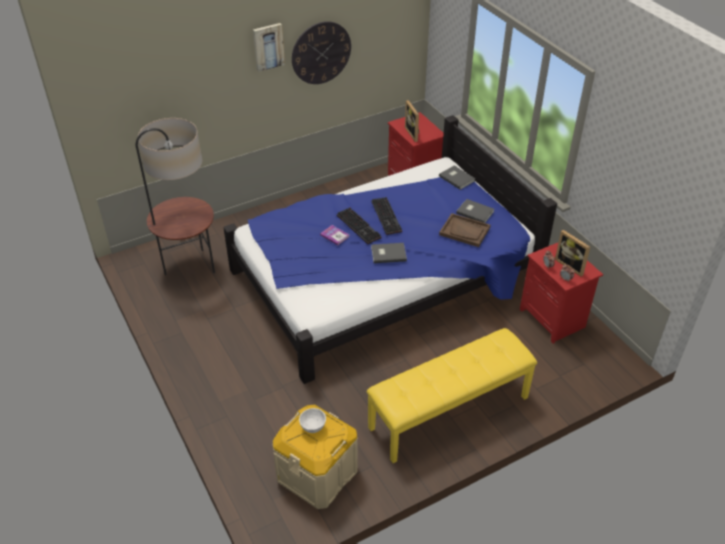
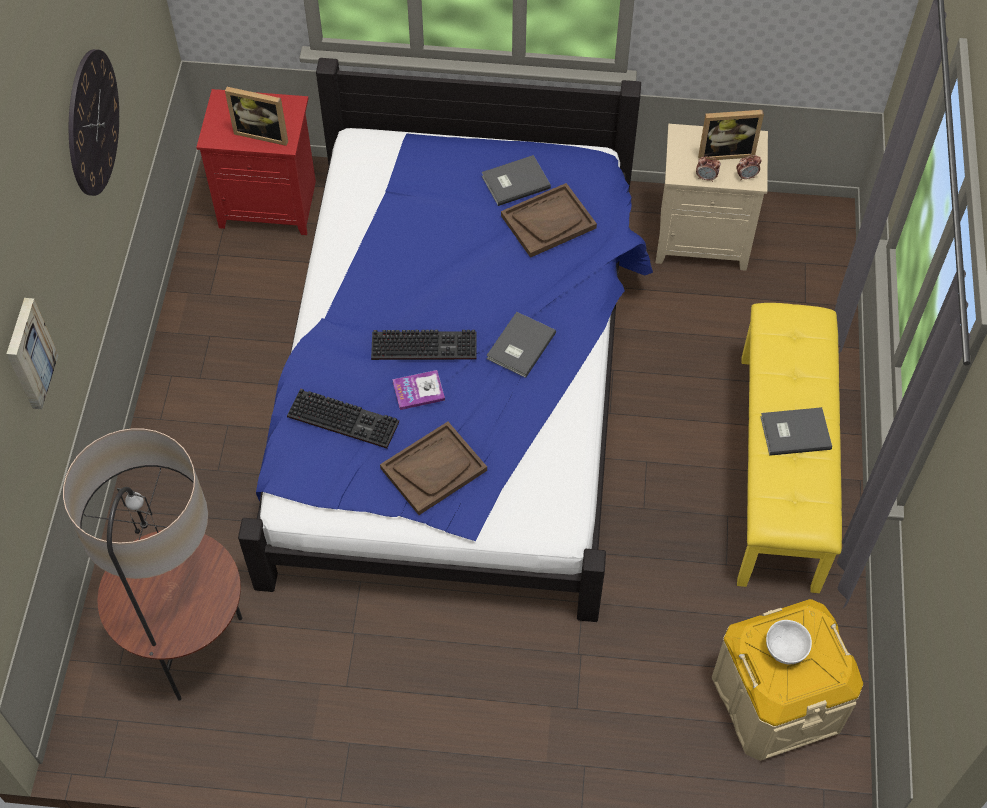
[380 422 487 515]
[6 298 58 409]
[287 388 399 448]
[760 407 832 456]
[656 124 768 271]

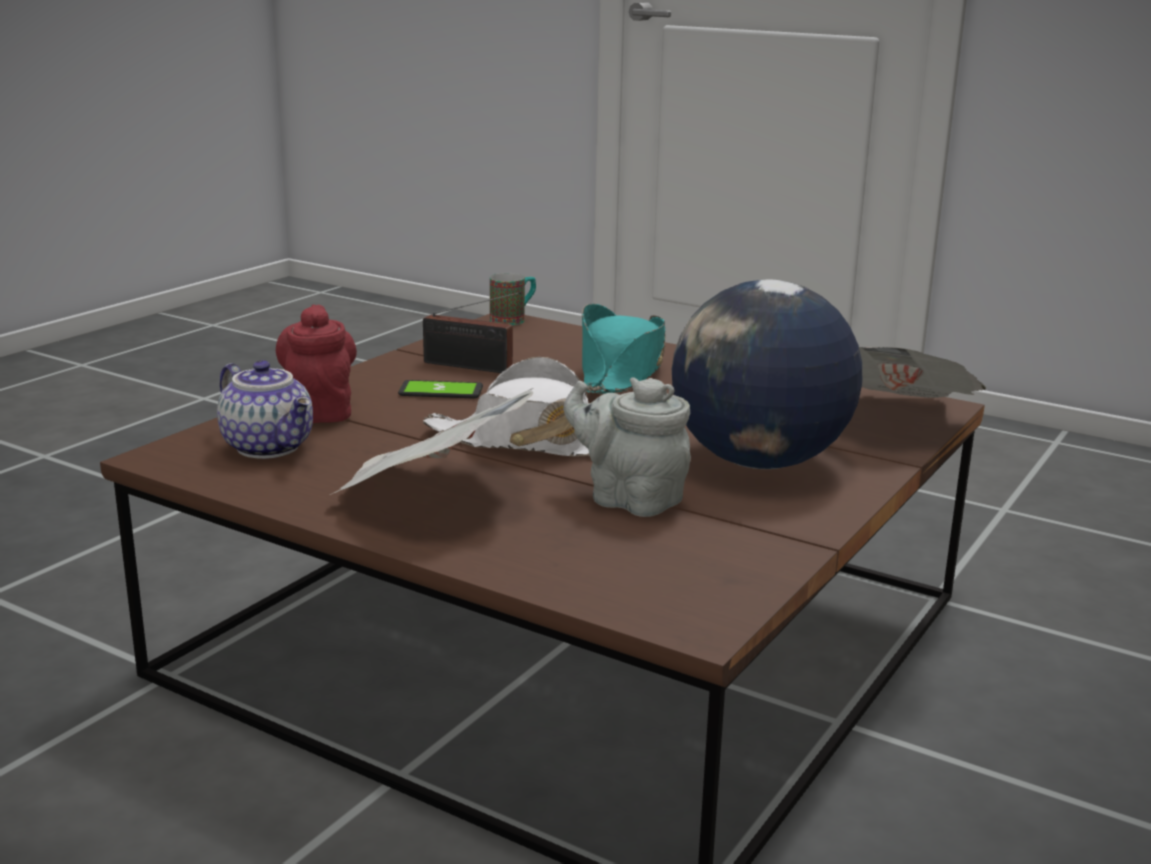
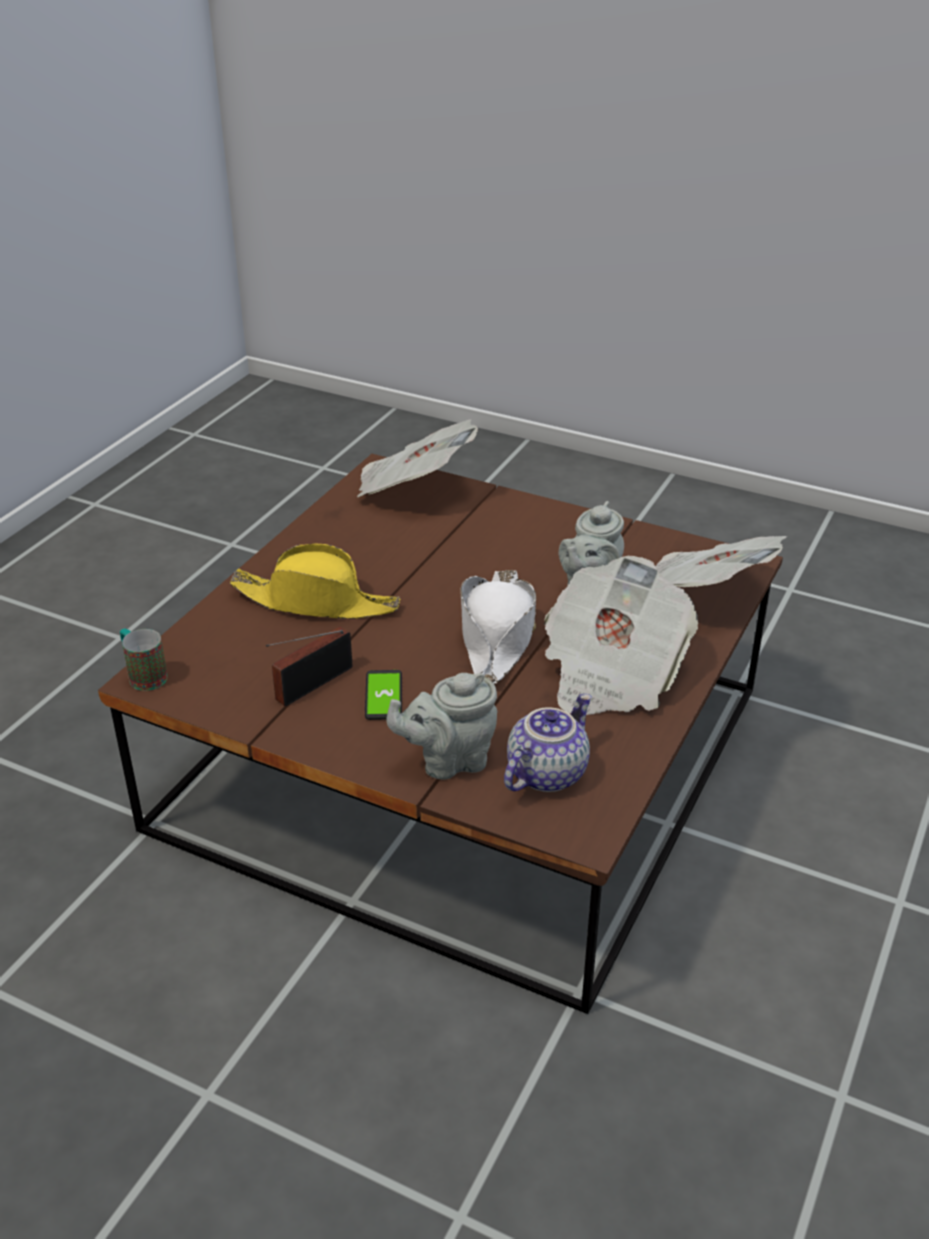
[672 280 862 469] (first image)
[656 536 787 587]
[386 673 498 780]
[229 543 400 619]
[266 627 353 706]

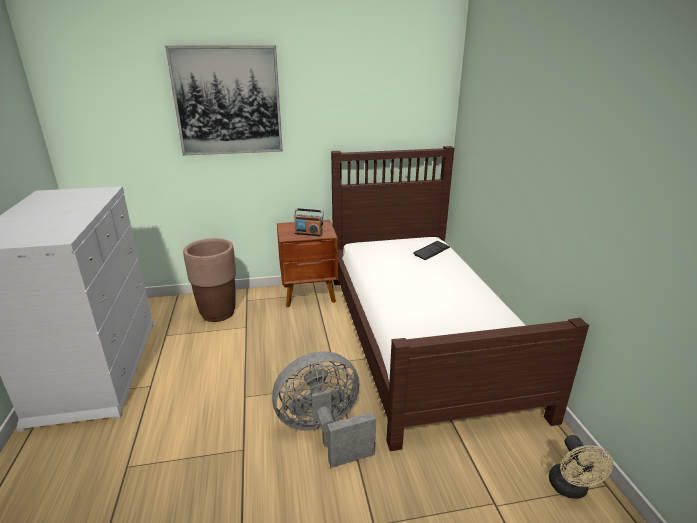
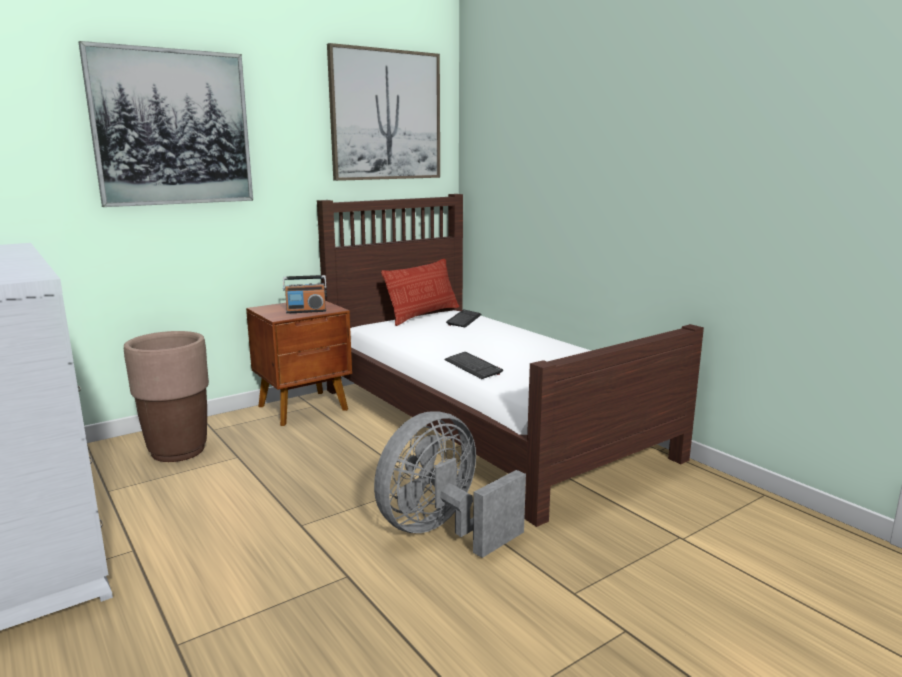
[549 435 613 499] (first image)
[327 43 440 181]
[381 259 459 326]
[444 352 503 379]

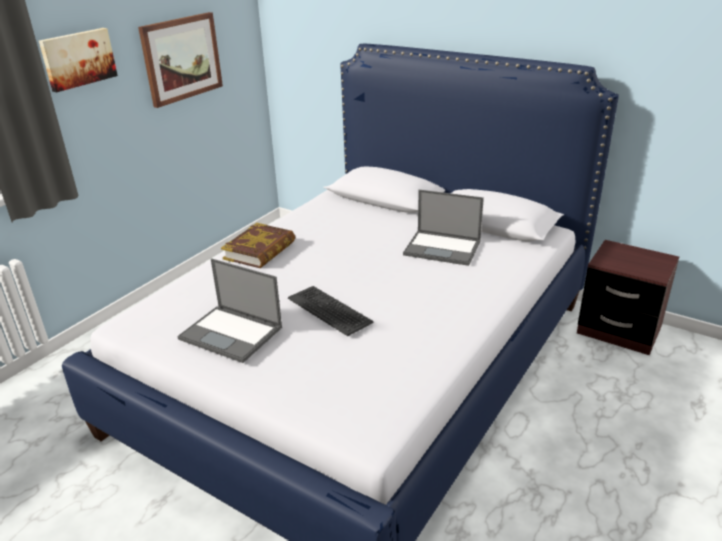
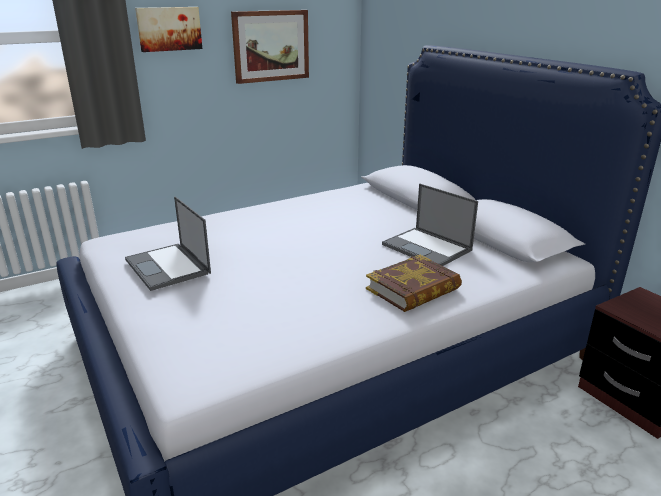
[288 286 373 336] (first image)
[366 255 462 312]

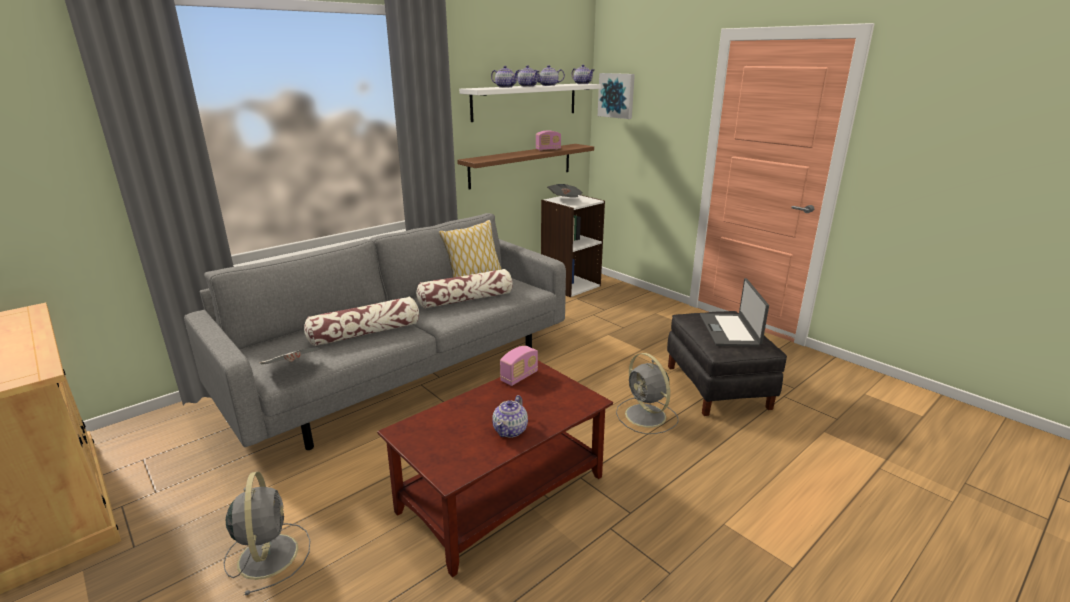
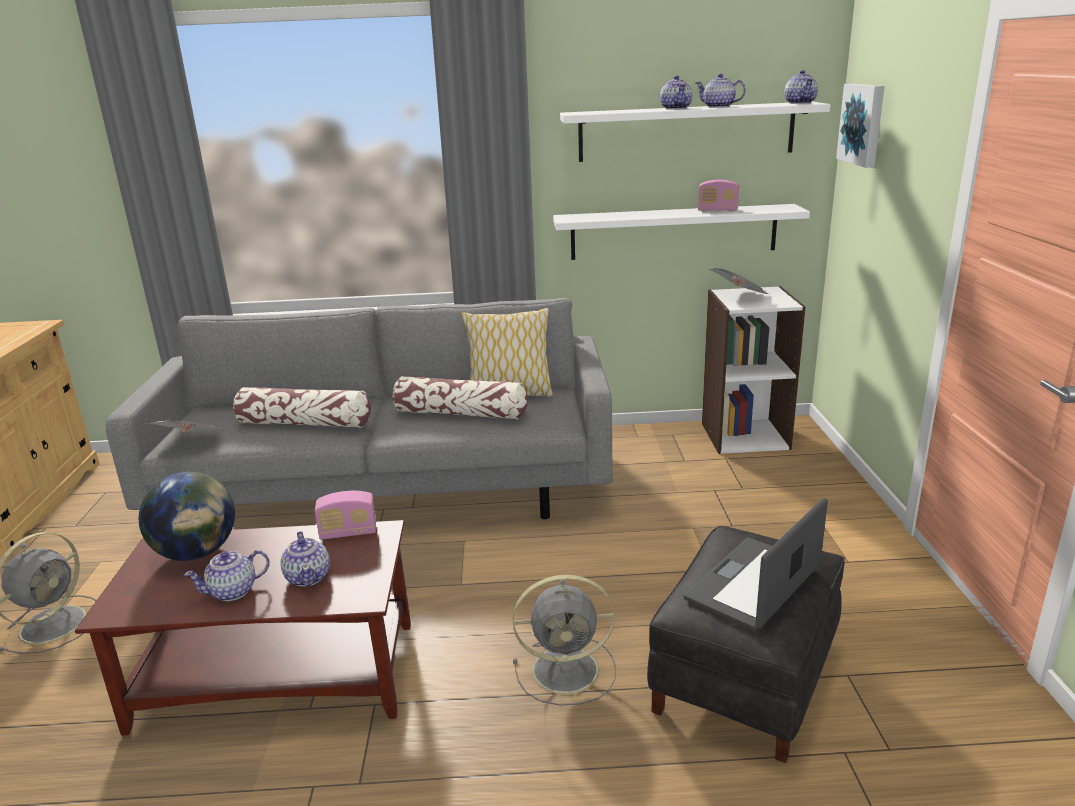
[139 472 235 561]
[280 531 330 587]
[553 204 810 260]
[513 575 616 706]

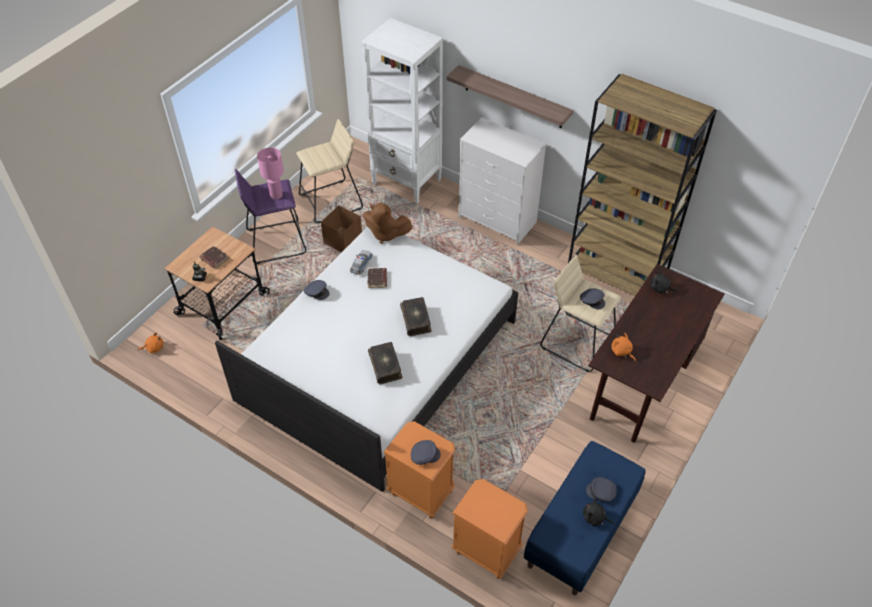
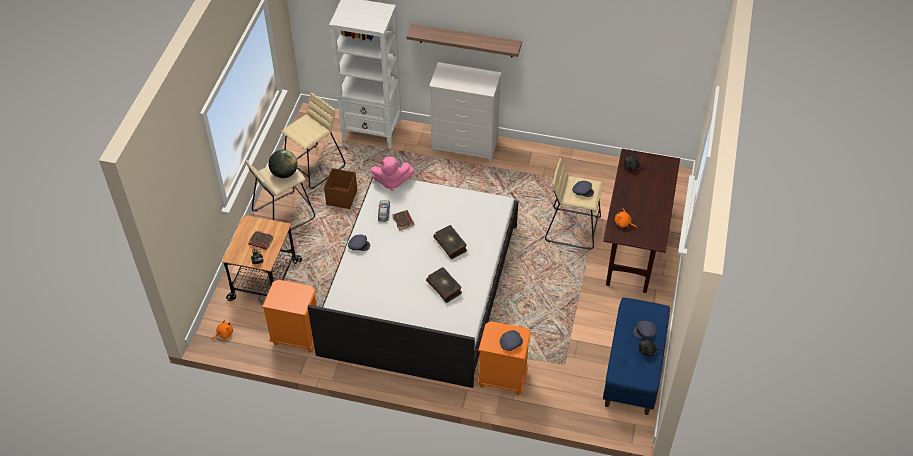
[568 74 717 296] (first image)
[262 280 317 353]
[269 150 298 178]
[245 160 315 231]
[370 157 414 191]

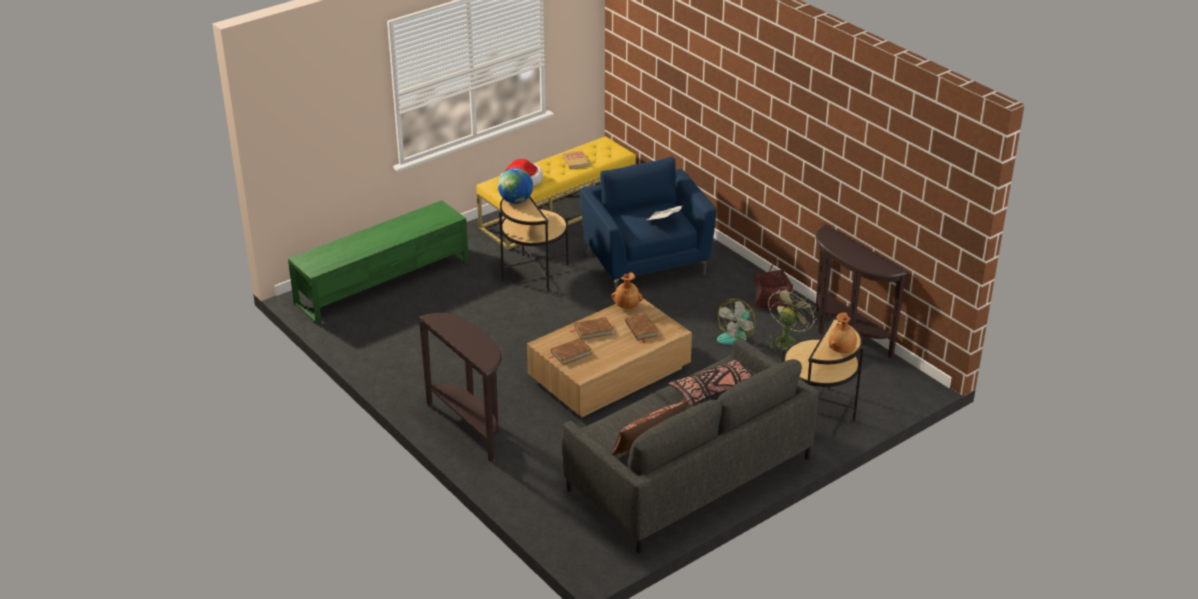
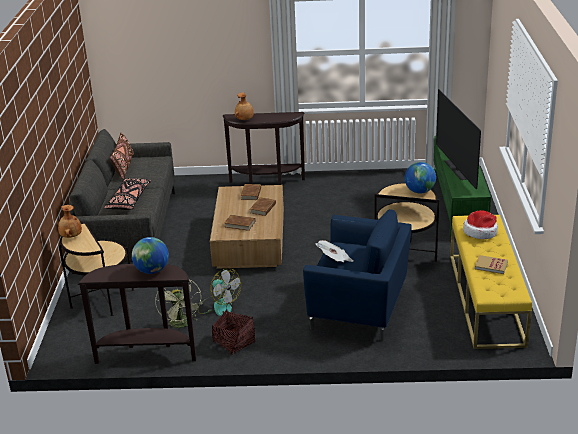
[132 237 169 274]
[436 89 481 189]
[235 92 254 120]
[198 268 241 316]

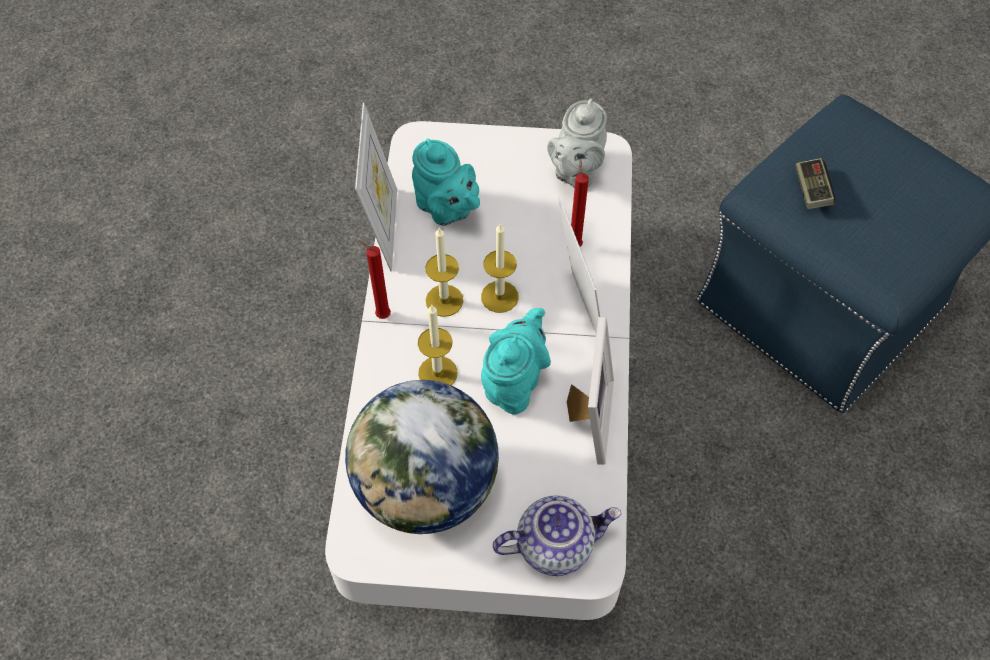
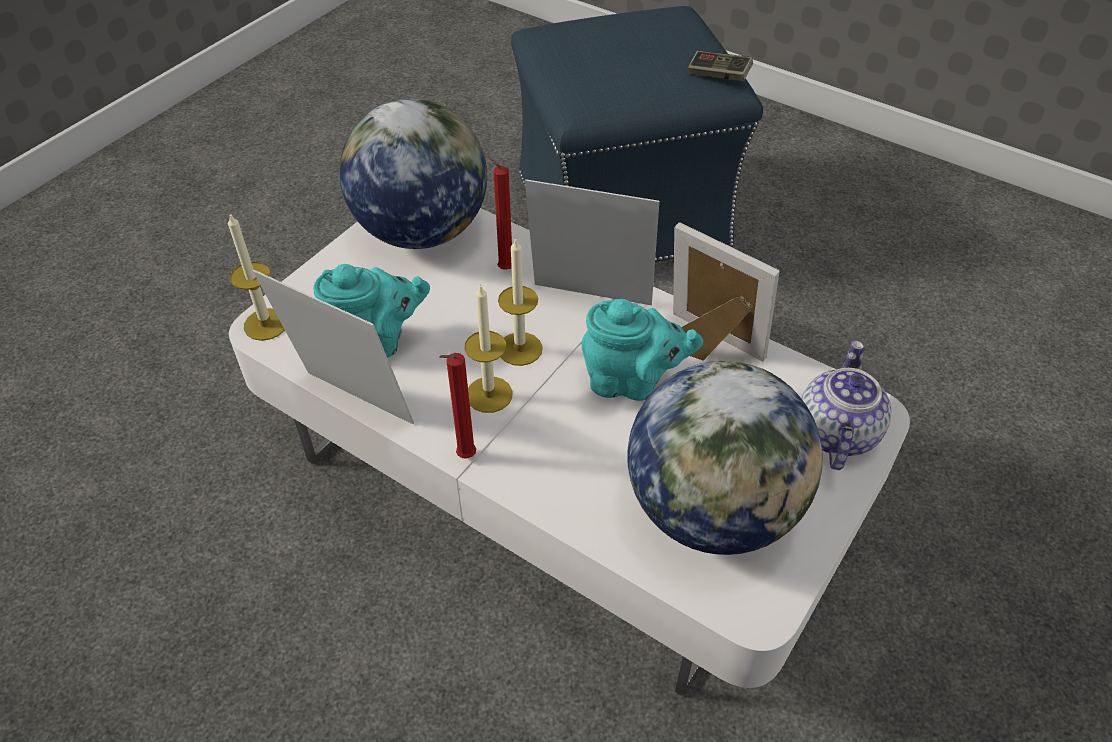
[228 214 285 341]
[688 51 753 81]
[339 99 487 249]
[582 299 703 401]

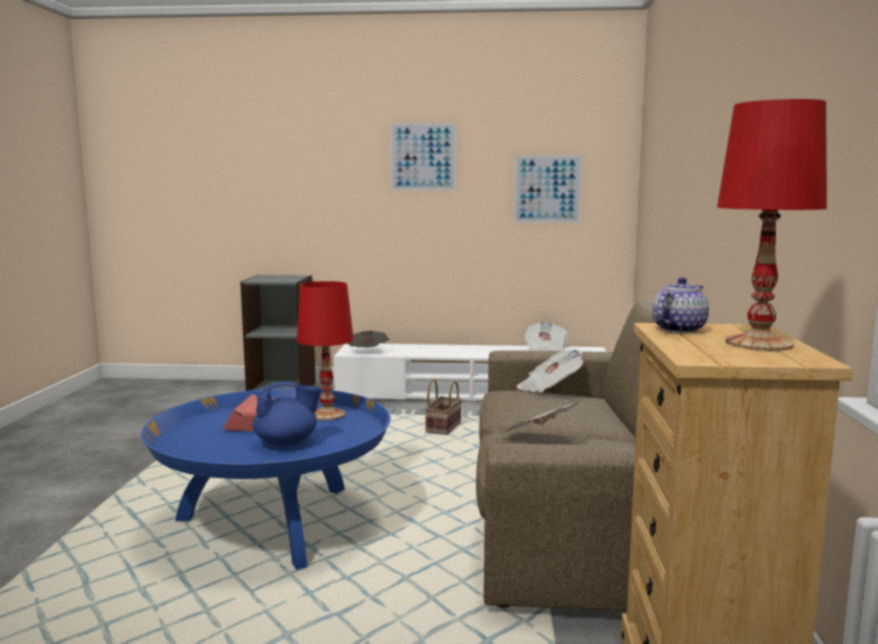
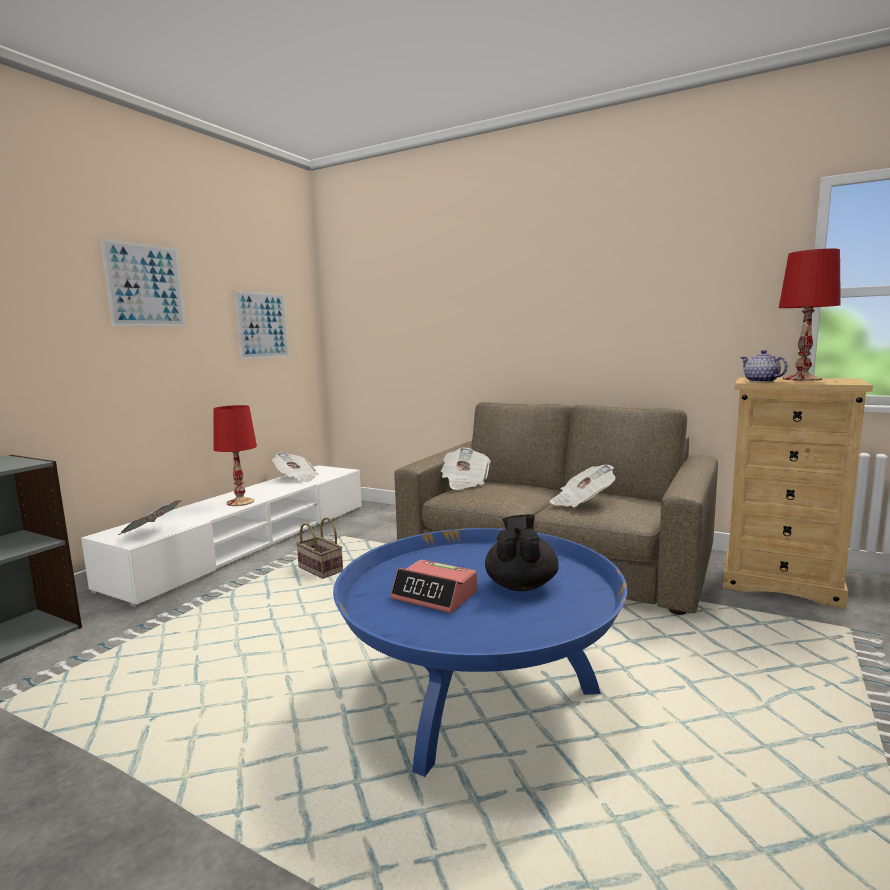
[213 405 257 506]
[485 514 559 591]

